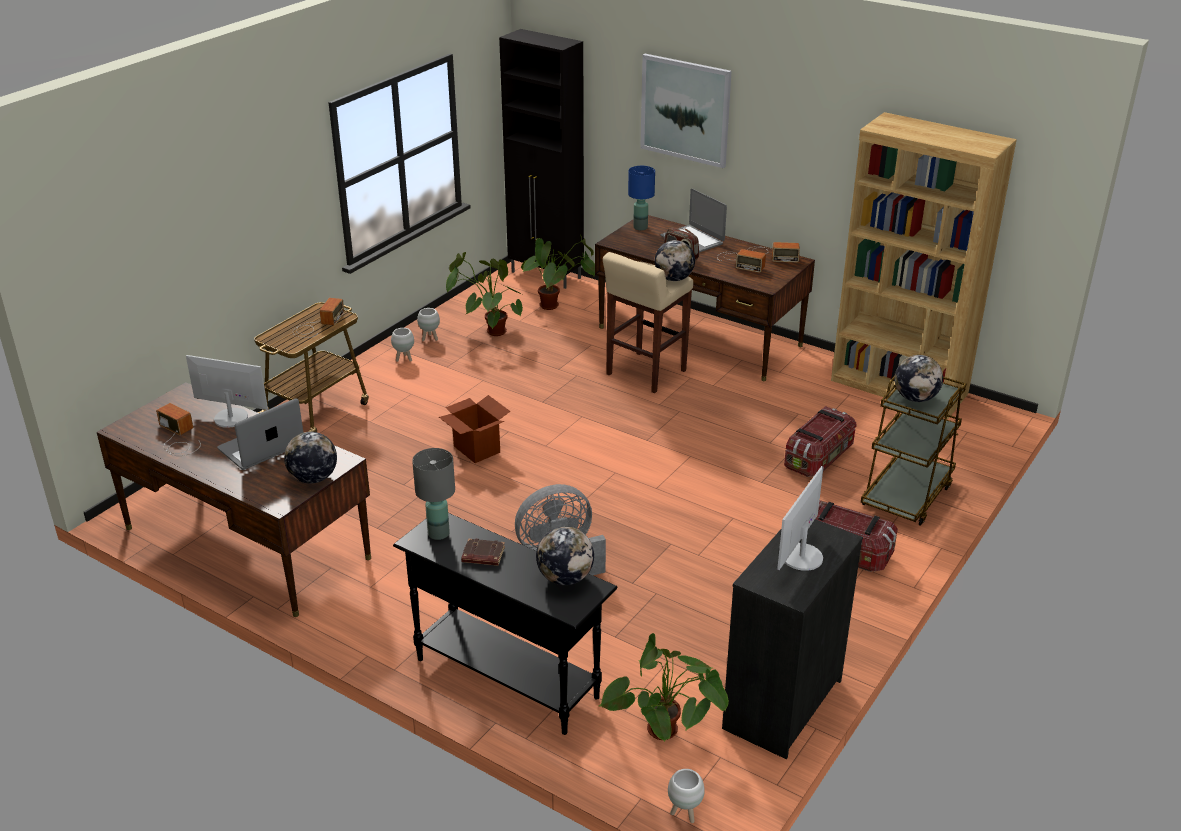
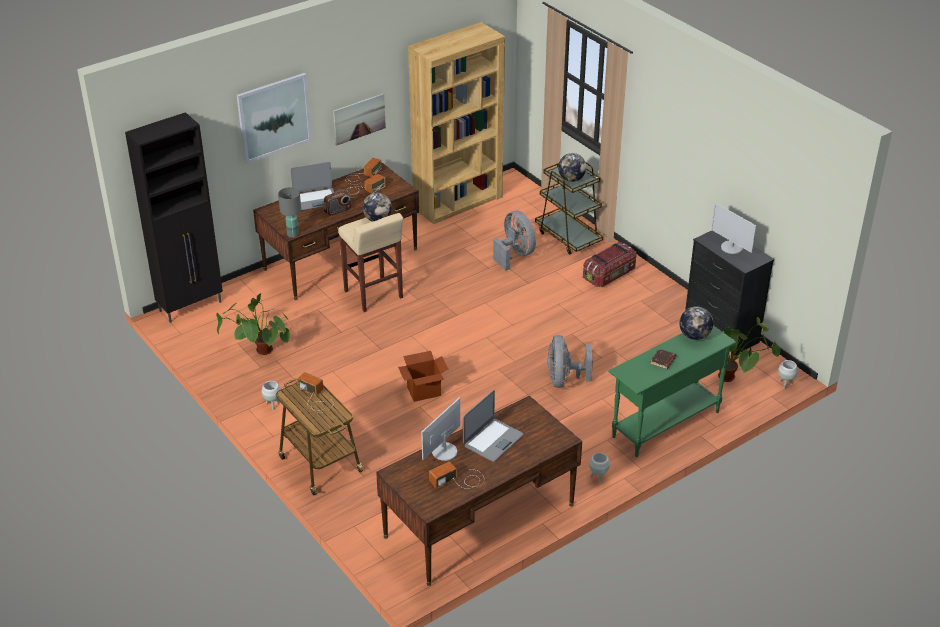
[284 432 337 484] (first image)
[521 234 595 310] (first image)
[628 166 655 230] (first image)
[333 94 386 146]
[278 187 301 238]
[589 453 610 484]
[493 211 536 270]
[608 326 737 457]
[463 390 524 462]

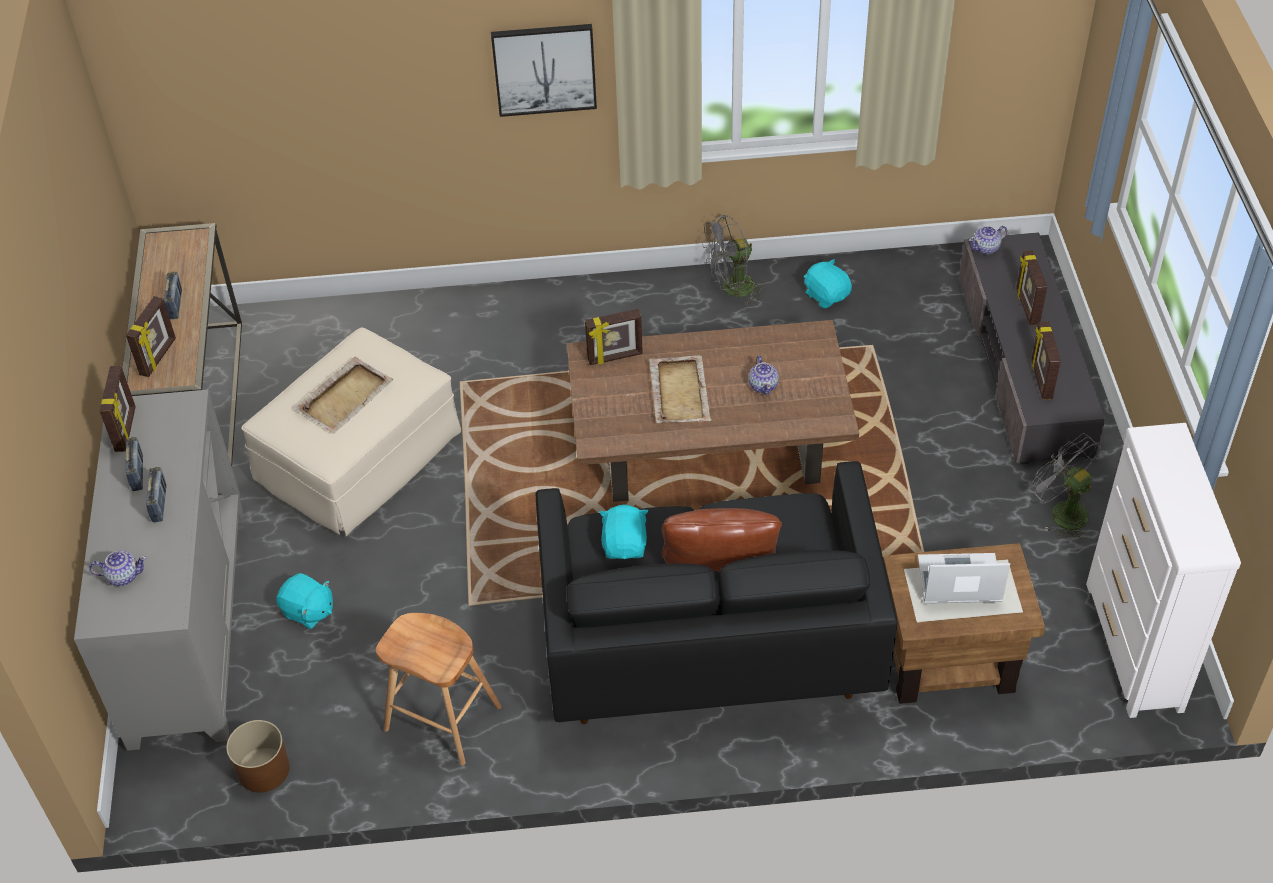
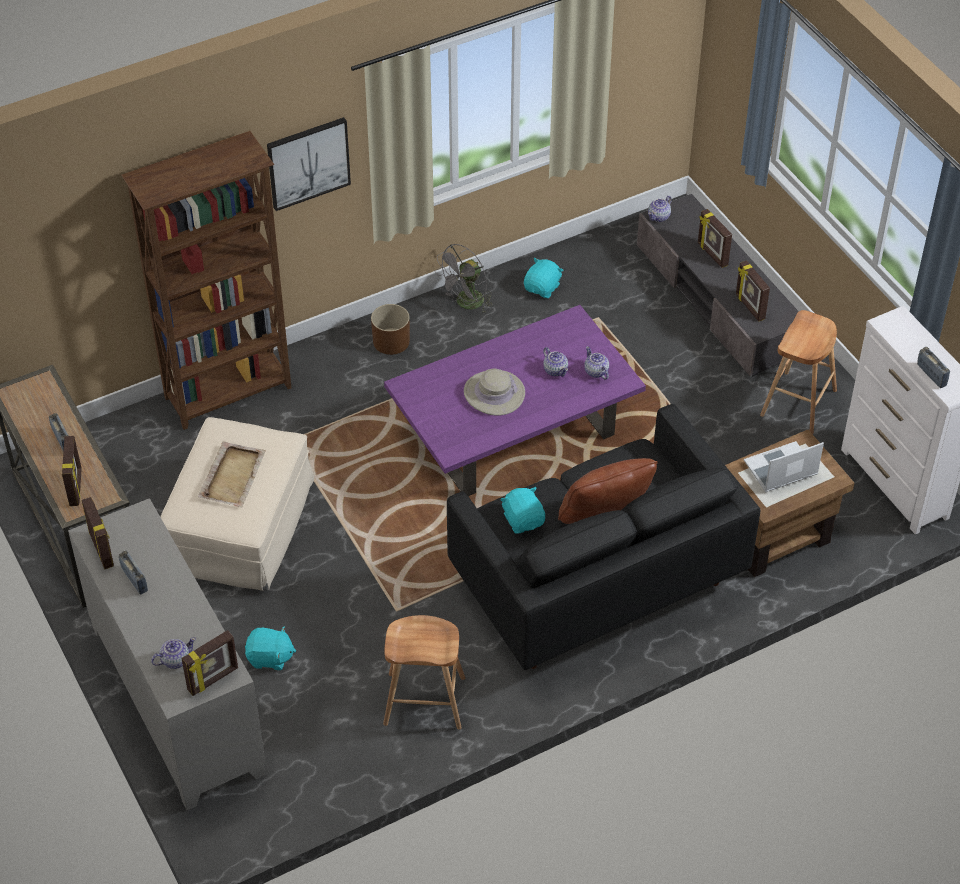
[121 131 292 430]
[584 346 609 380]
[917 347 950 388]
[371 304 410 355]
[181 630 238 696]
[464 369 525 416]
[760 310 837 434]
[384 305 646 496]
[524 258 563 298]

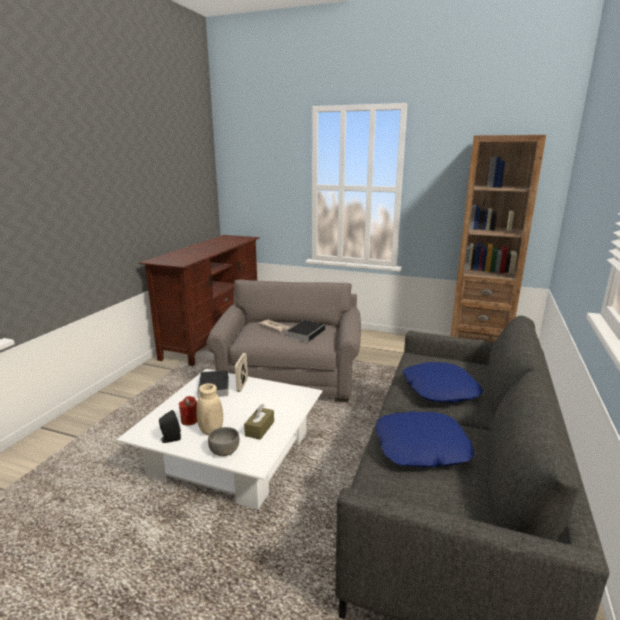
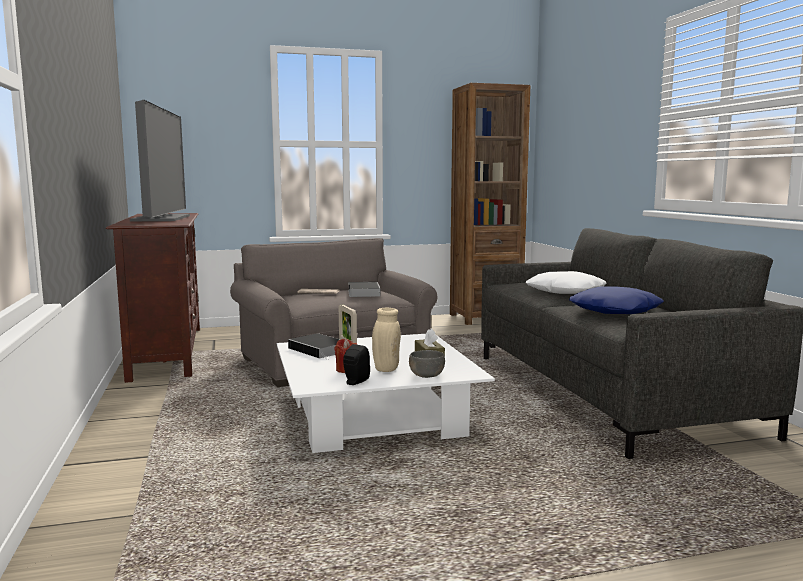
[130 100 190 221]
[526 271 606 294]

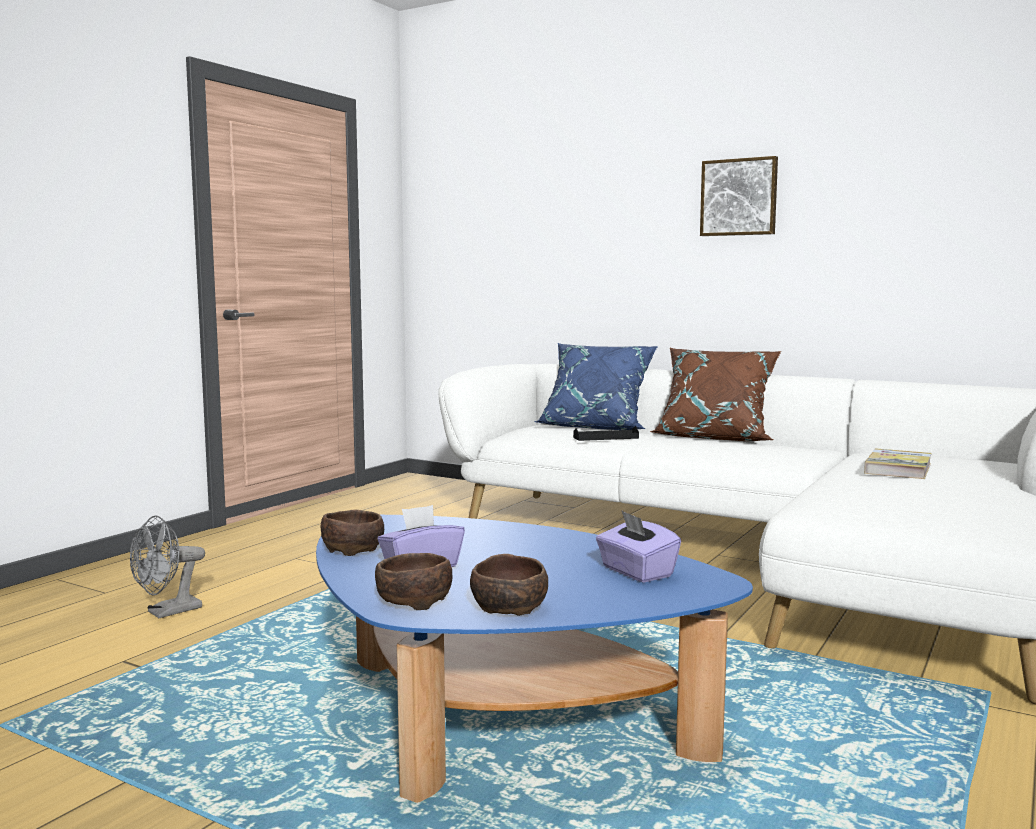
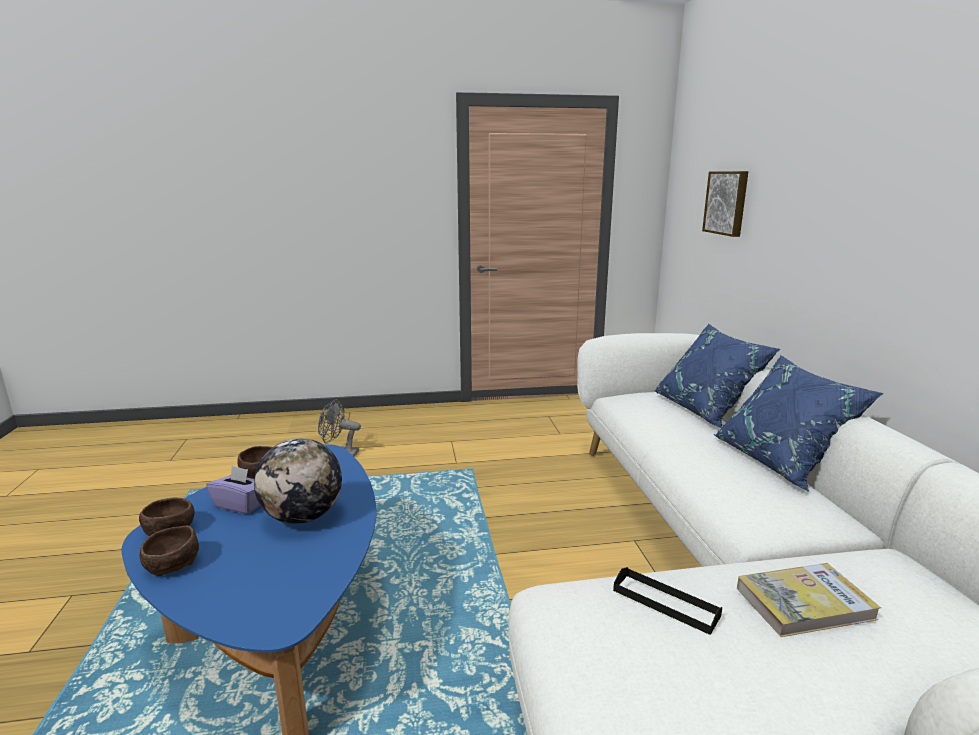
[596 510 681 583] (first image)
[254 438 342 524]
[613 567 722 635]
[702 171 748 237]
[714 355 884 492]

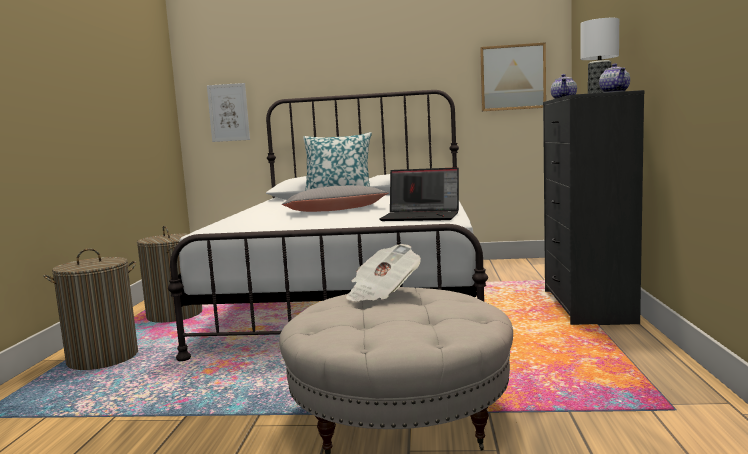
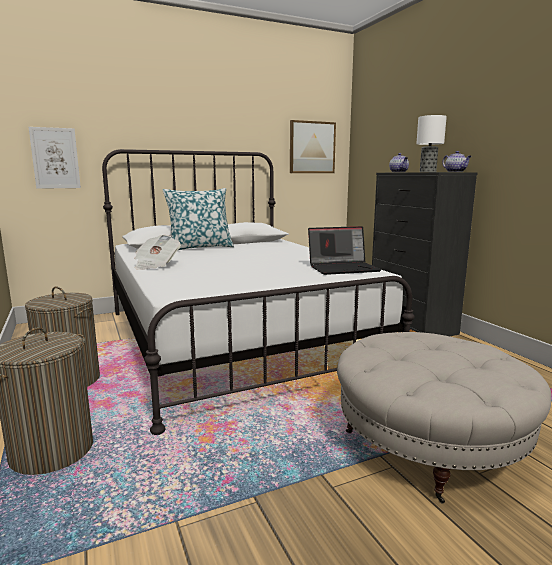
[282 185 389 212] (first image)
[134 235 181 270]

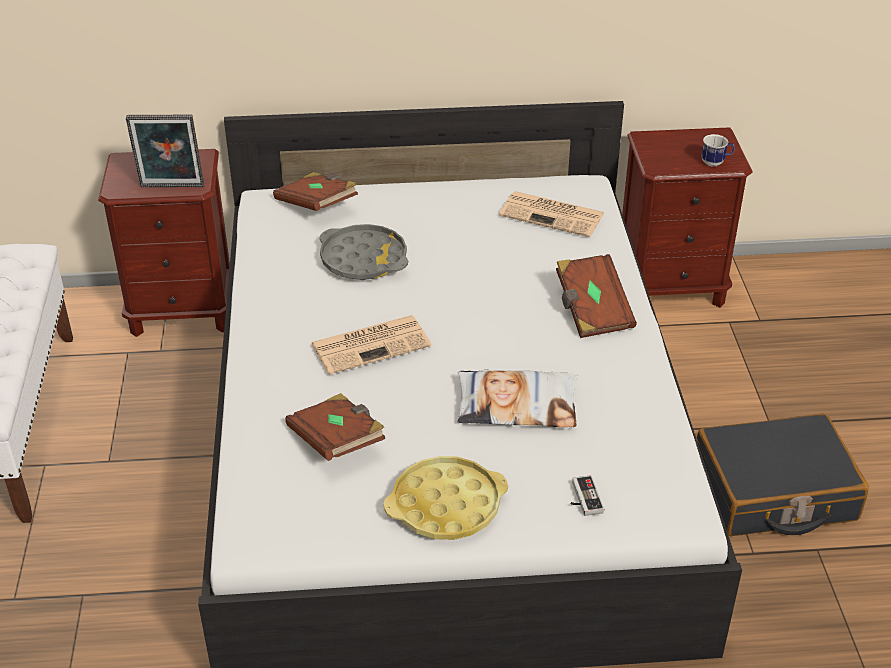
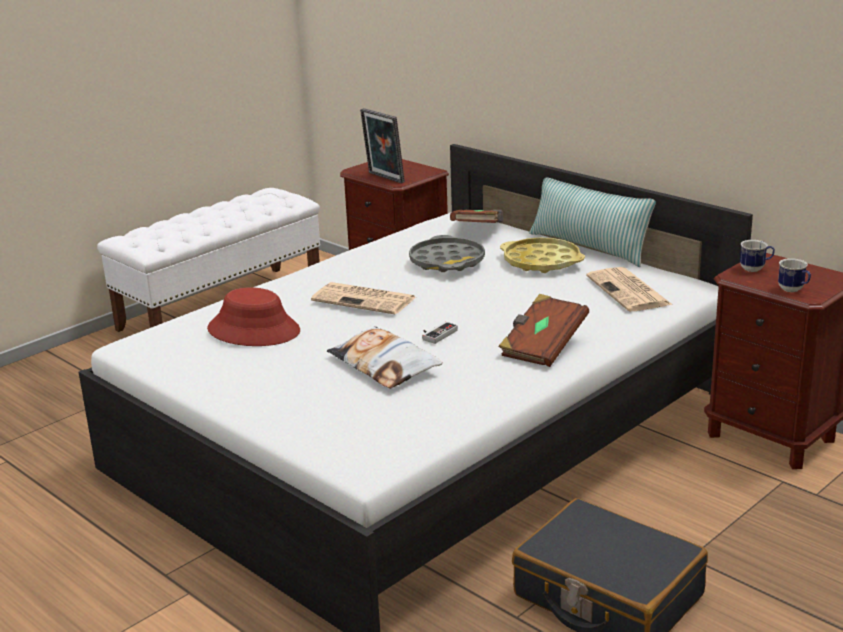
[529 177 656 267]
[740 240 775 272]
[500 238 585 273]
[422 322 458 344]
[207 287 300 346]

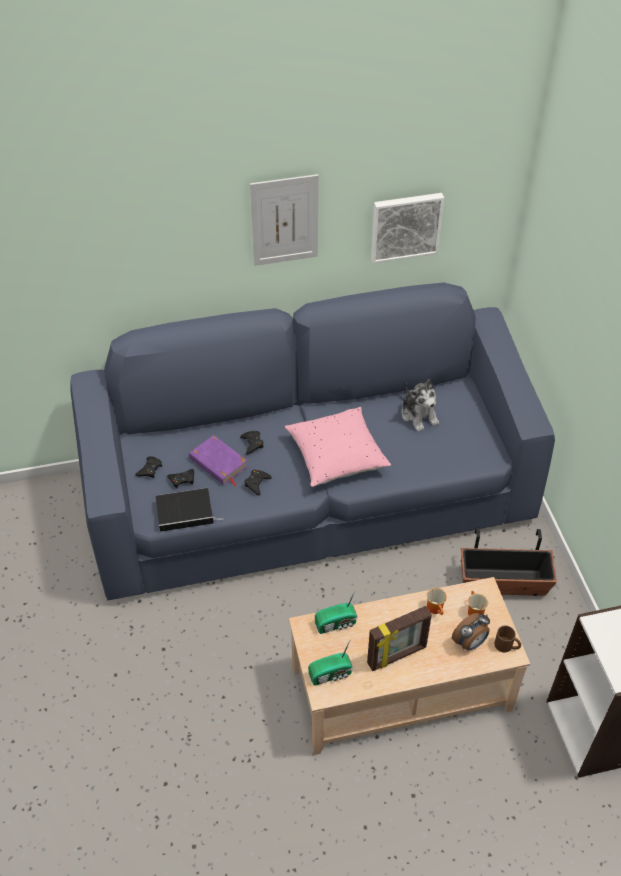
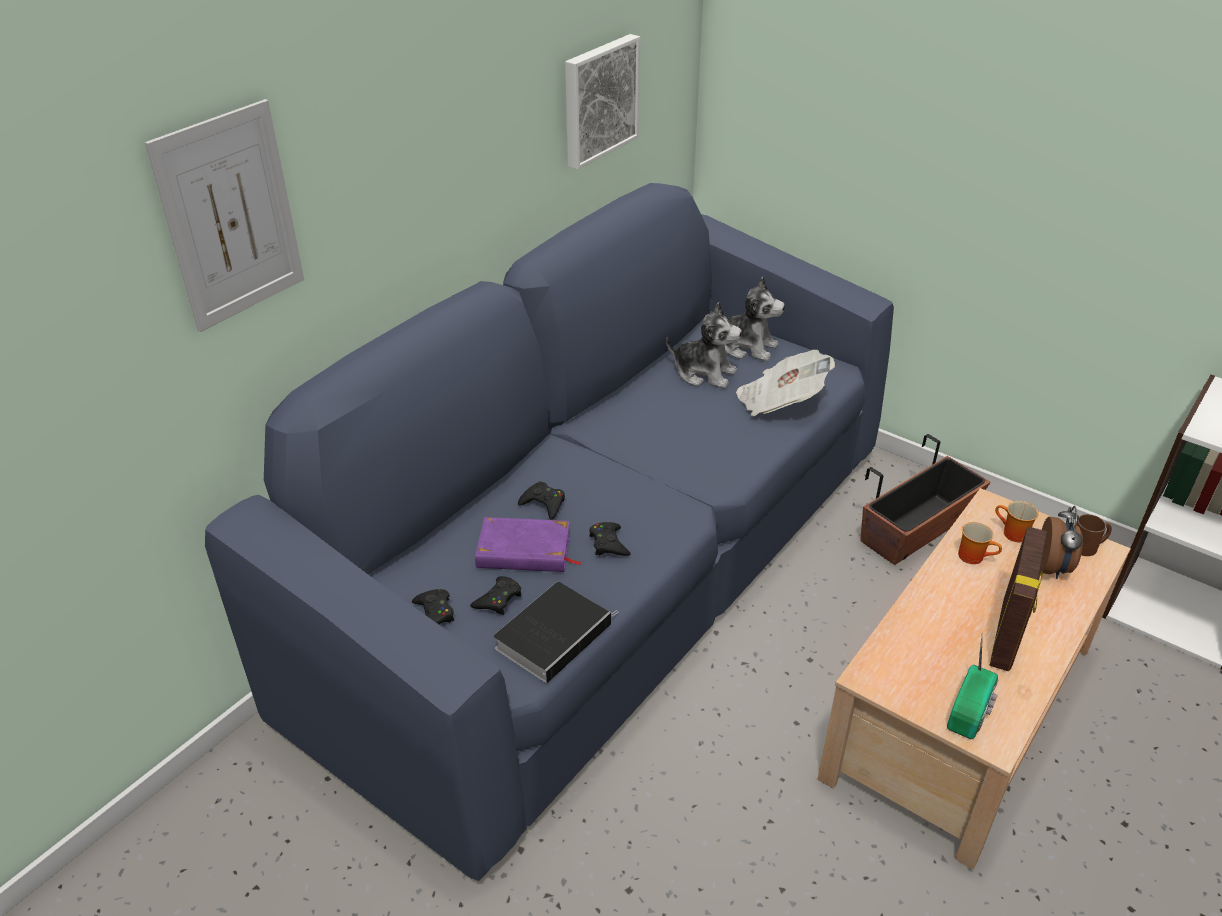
[285 407 391 487] (first image)
[315 589 357 634] (first image)
[710 277 785 361]
[736 350 835 416]
[145 99 304 332]

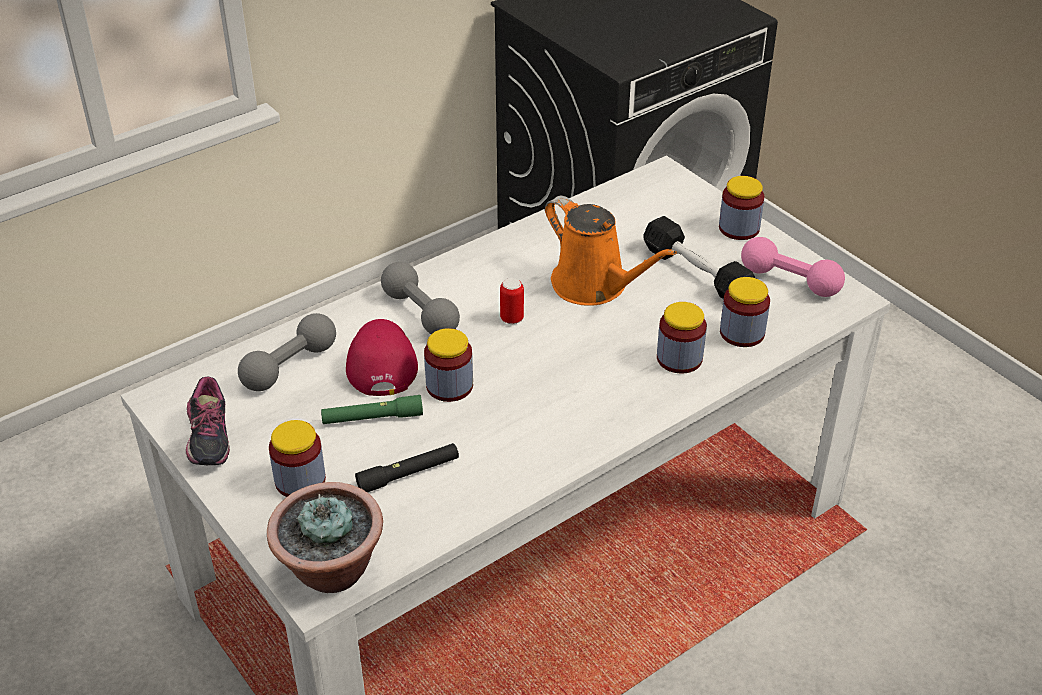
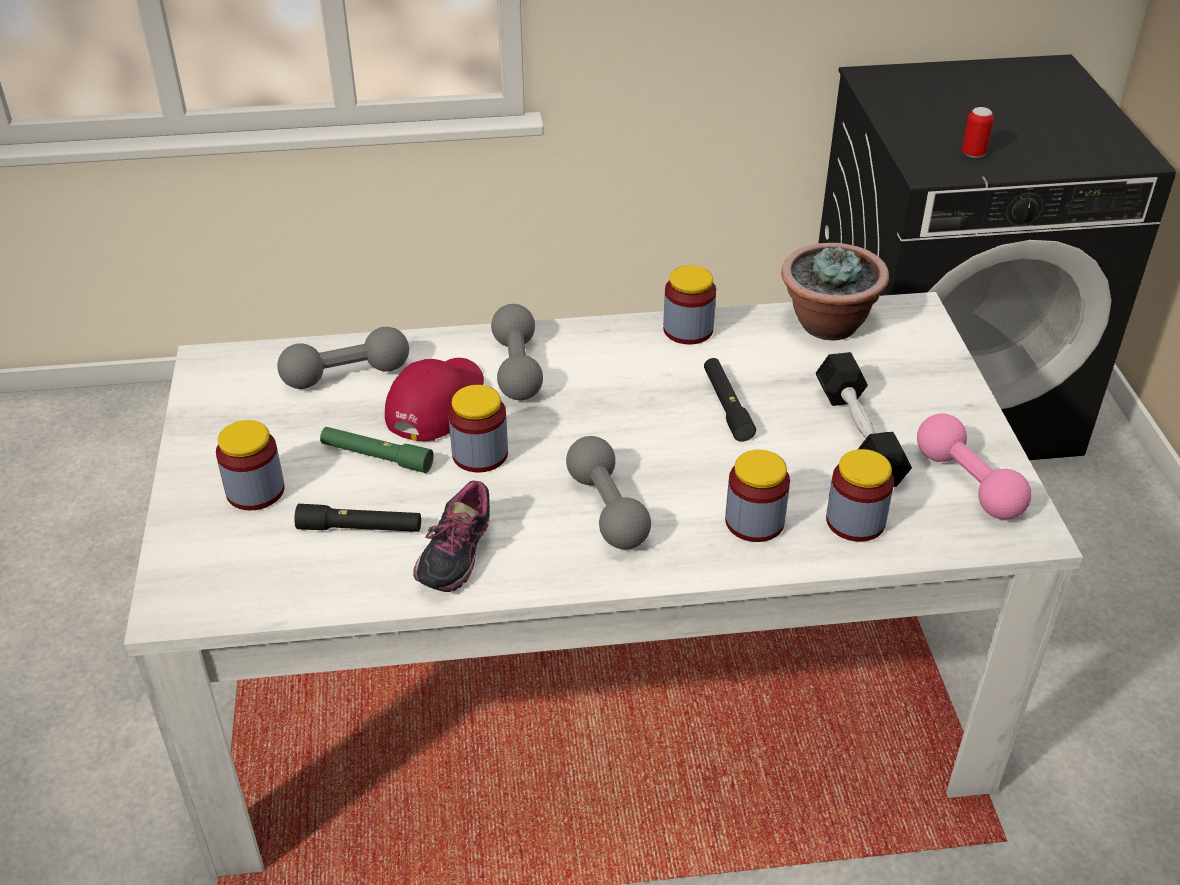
[566 436 651 549]
[413 481 490 592]
[781 243 889 340]
[962 107 994 158]
[663 265 716 344]
[704 358 756 442]

